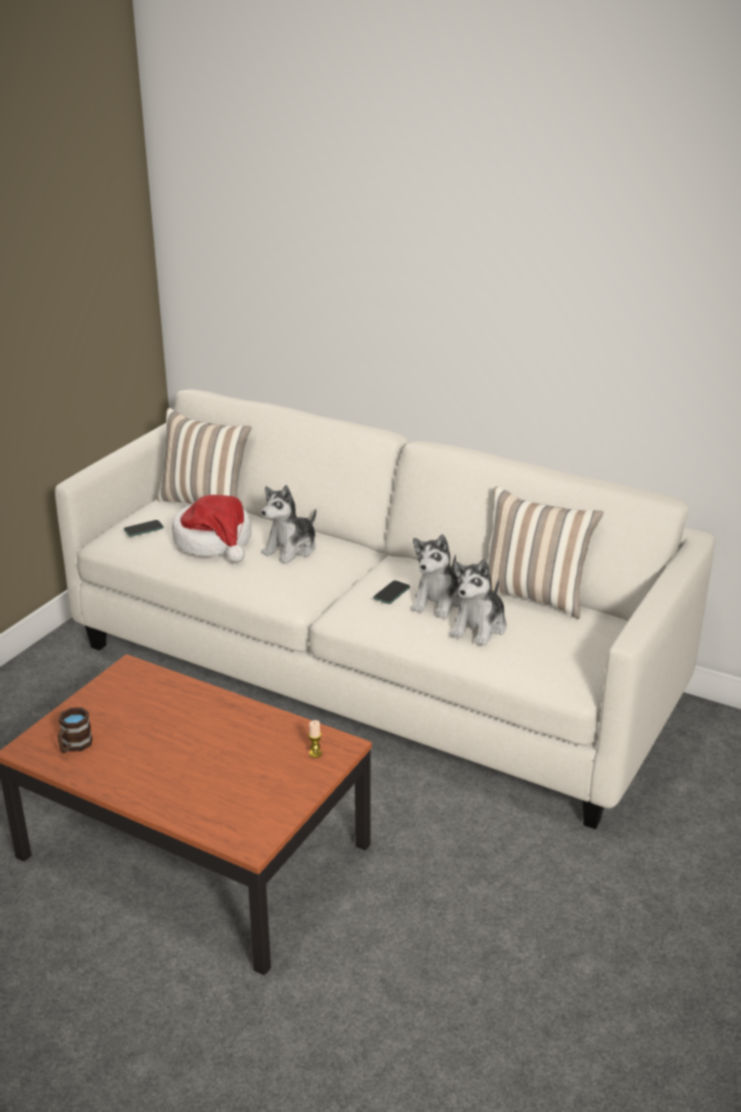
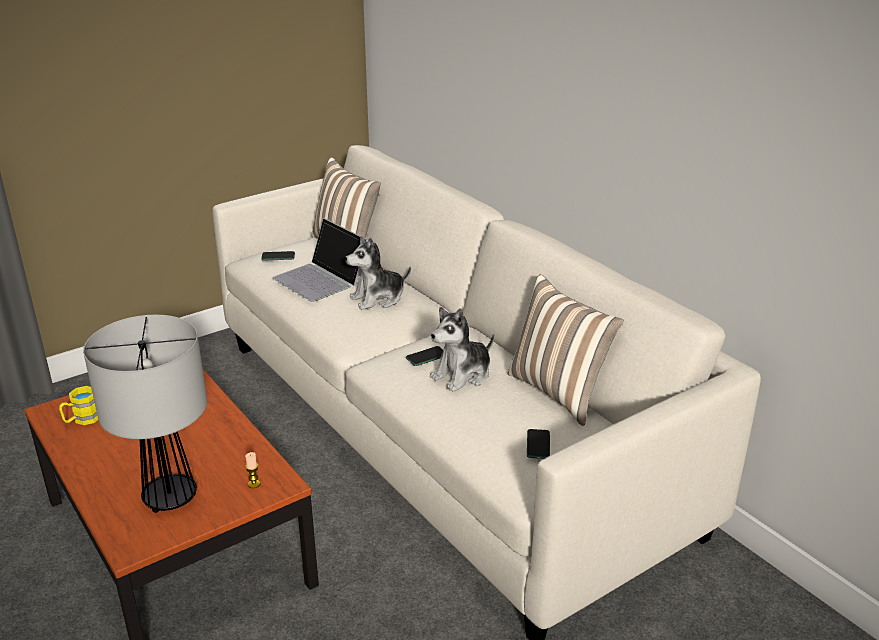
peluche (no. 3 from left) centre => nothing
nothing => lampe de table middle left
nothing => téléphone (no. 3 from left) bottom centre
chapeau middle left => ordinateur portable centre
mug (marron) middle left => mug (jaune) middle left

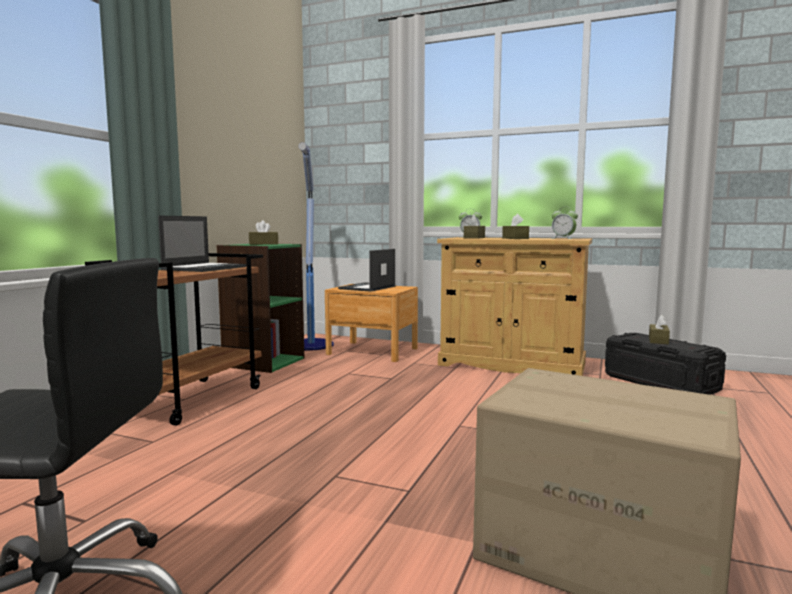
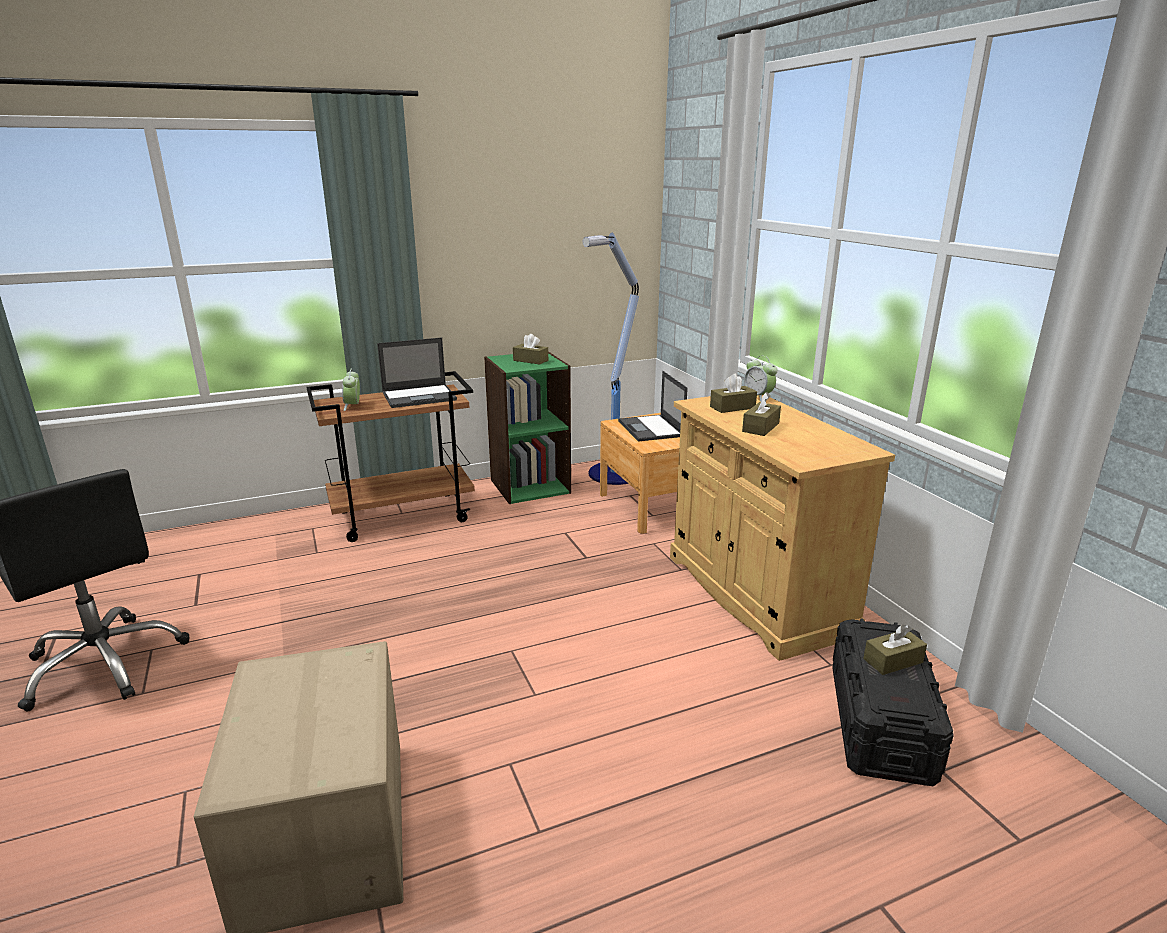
réveil (no. 2 from left in the first image) middle right => réveil (no. 1 from left) middle left, shifted
ordinateur portable (no. 2 from left) centre, 90 degrees counterclockwise

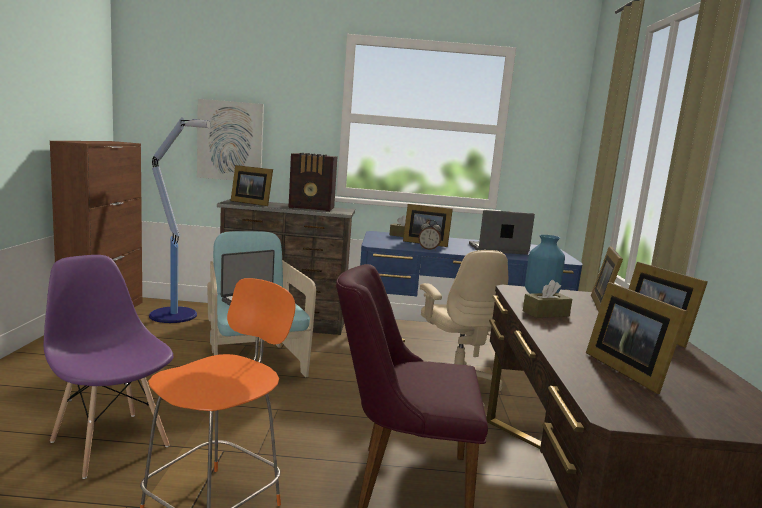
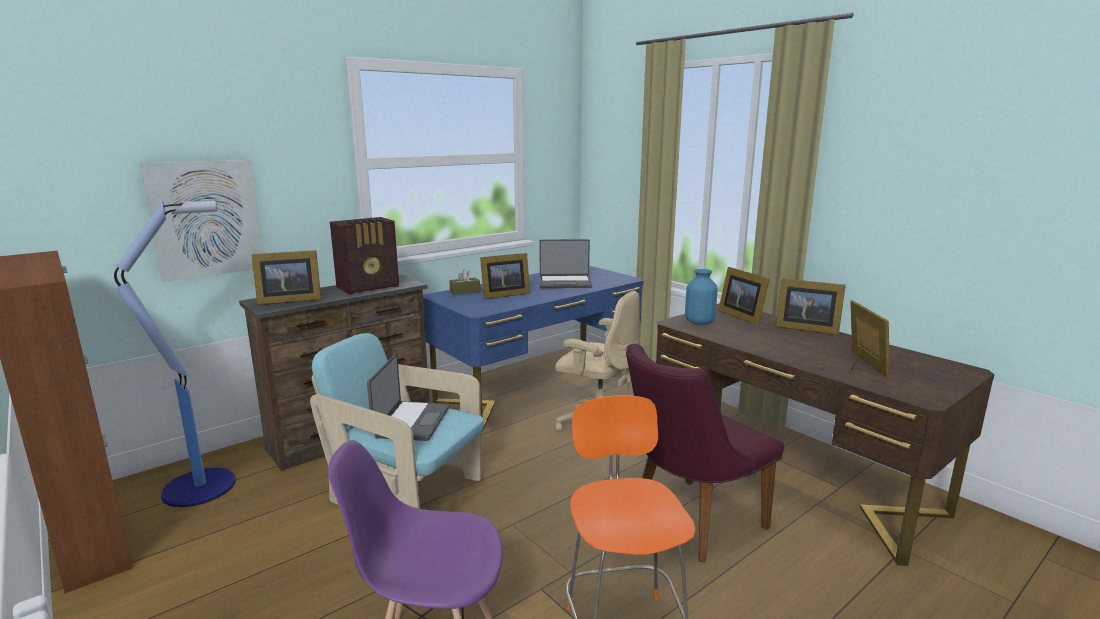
réveil centre => nothing
boîte à mouchoirs (marron) (no. 2 from left) middle right => nothing
ordinateur portable (no. 2 from left) centre, 135 degrees counterclockwise
cadre photo (no. 4 from left in the first image) middle right => cadre photo (no. 5 from left) middle right, 120 degrees counterclockwise

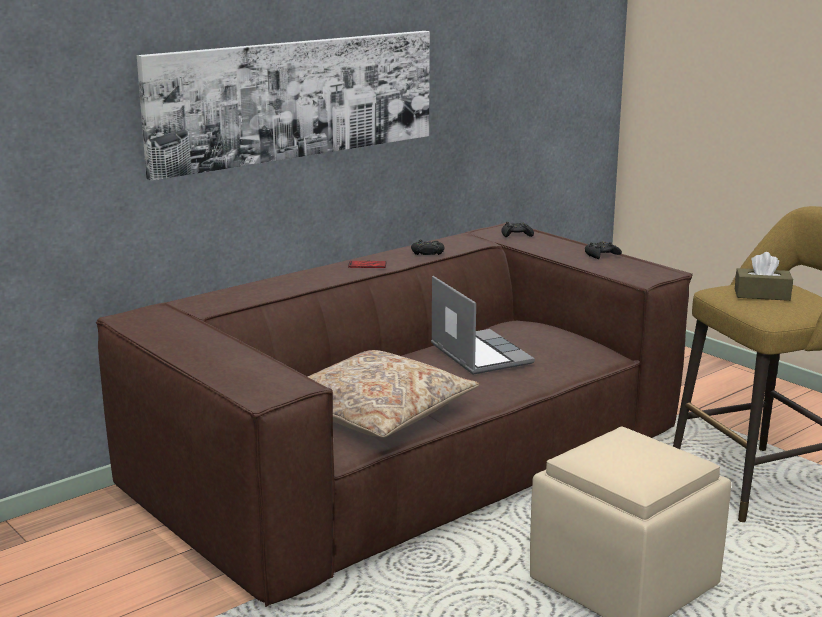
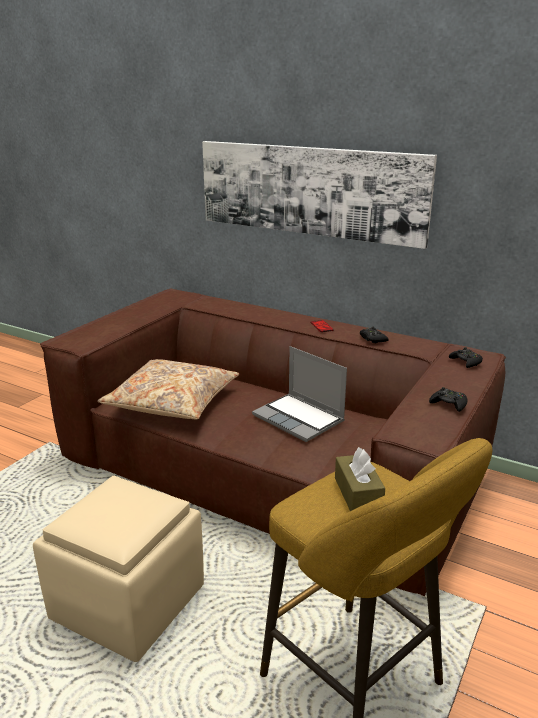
ordinateur portable centre, 90 degrees clockwise

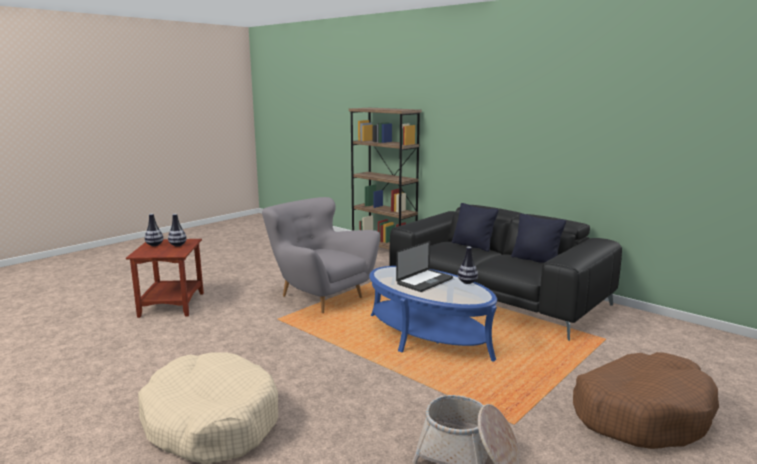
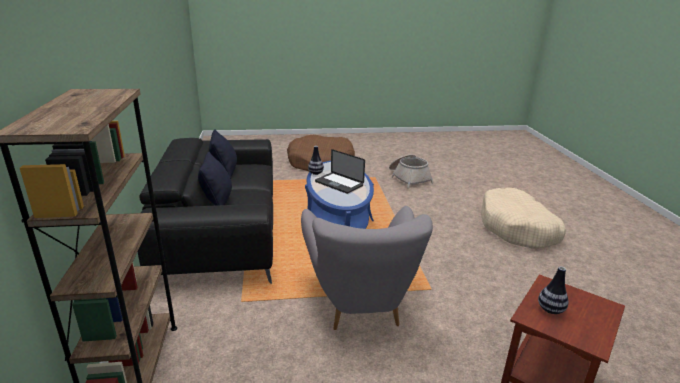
vase (no. 1 from left) middle left => nothing
ordinateur portable centre, 135 degrees counterclockwise

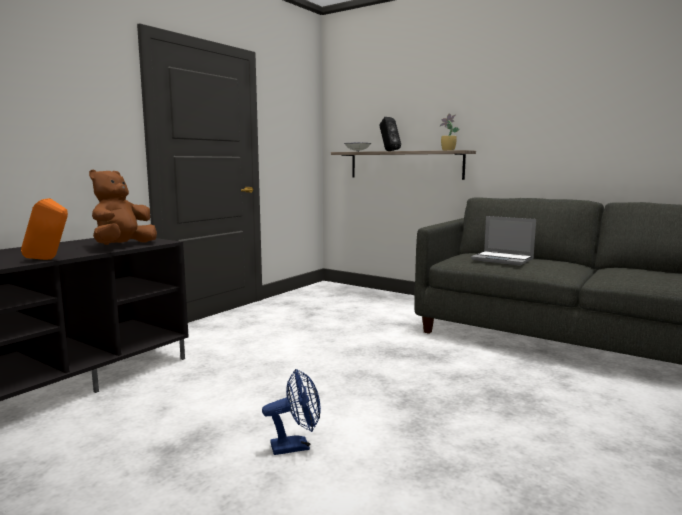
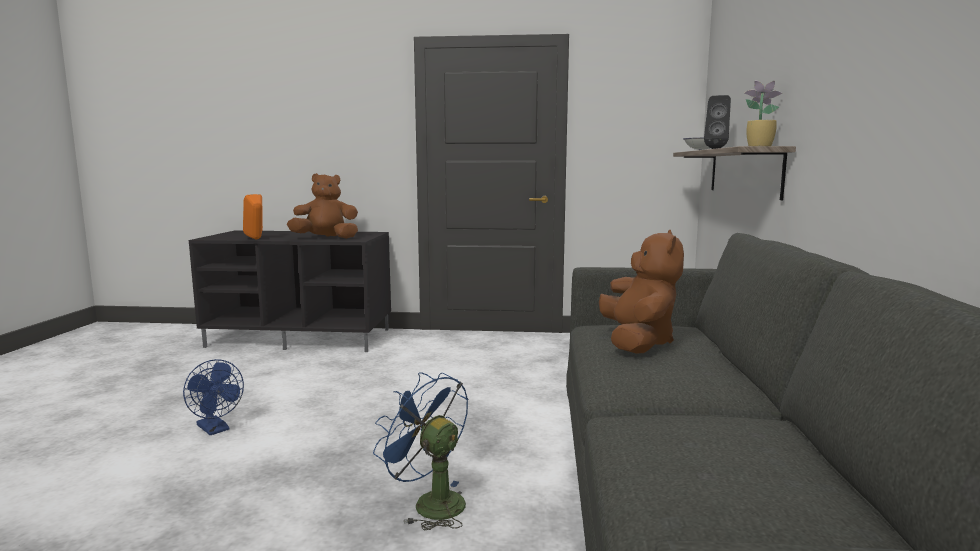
nothing => ventilateur (bleu) (no. 2 from left) bottom centre
ordinateur portable middle right => peluche (marron) (no. 2 from left) centre

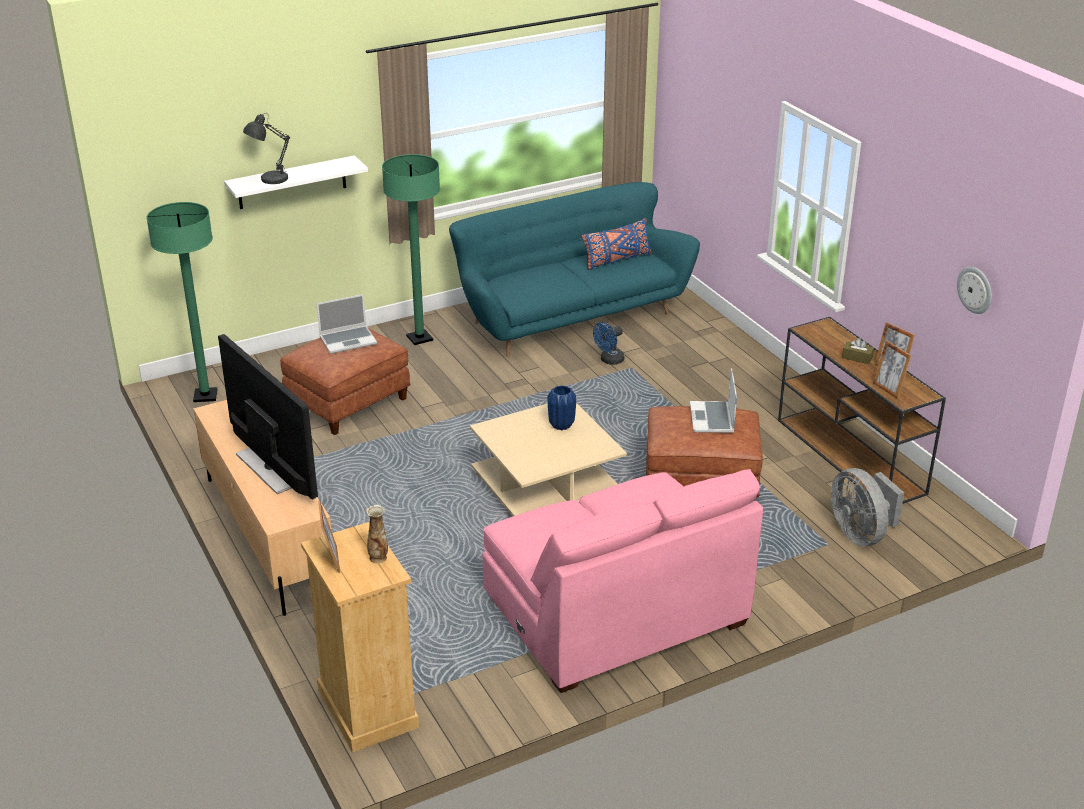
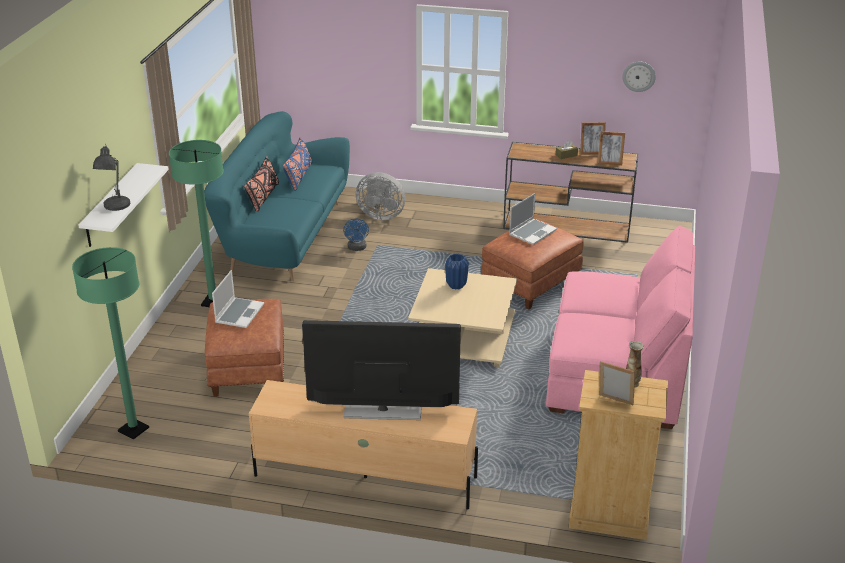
nothing => coussin (noir) top left
ventilateur (gris) middle right => ventilateur (gris) centre, shifted
ordinateur portable (no. 2 from left) centre, 90 degrees counterclockwise

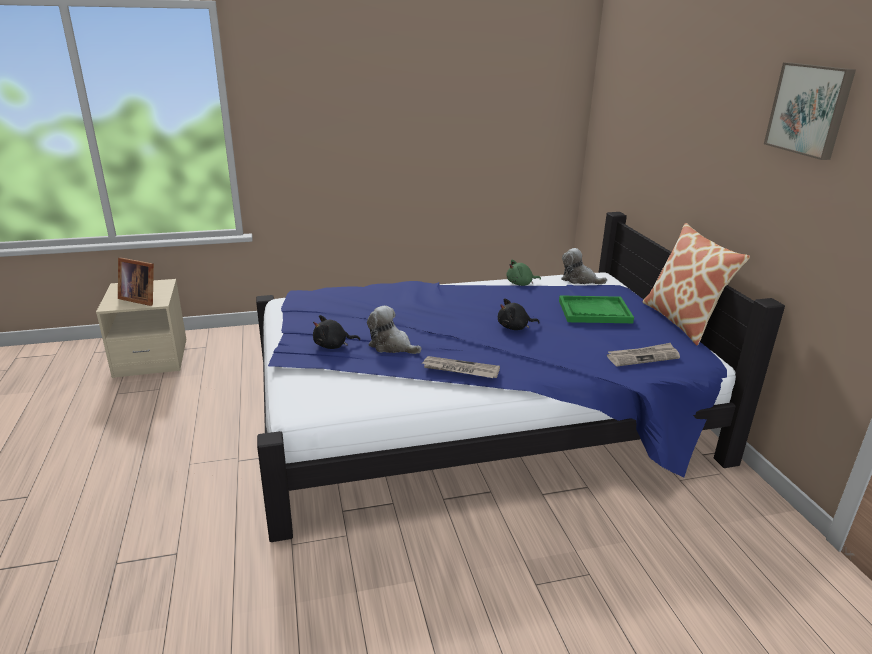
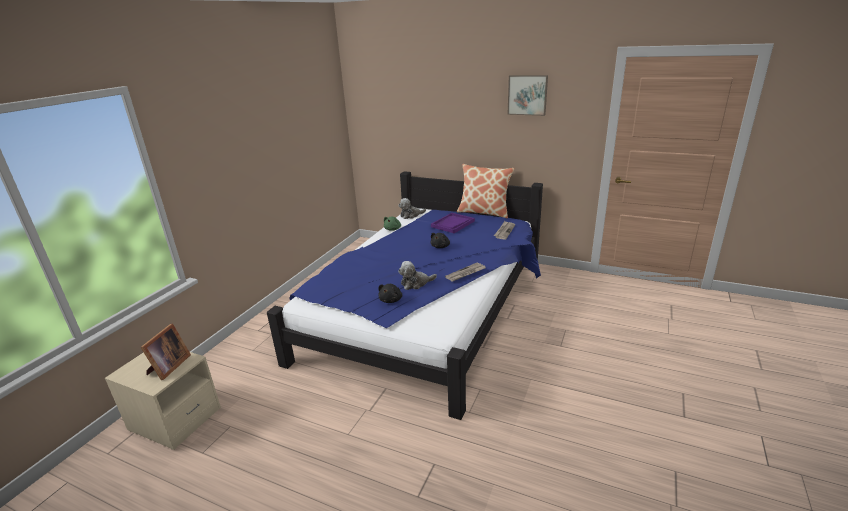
plateau (vert) middle right => plateau (violet) centre
cadre photo middle left => cadre photo bottom left, 45 degrees counterclockwise

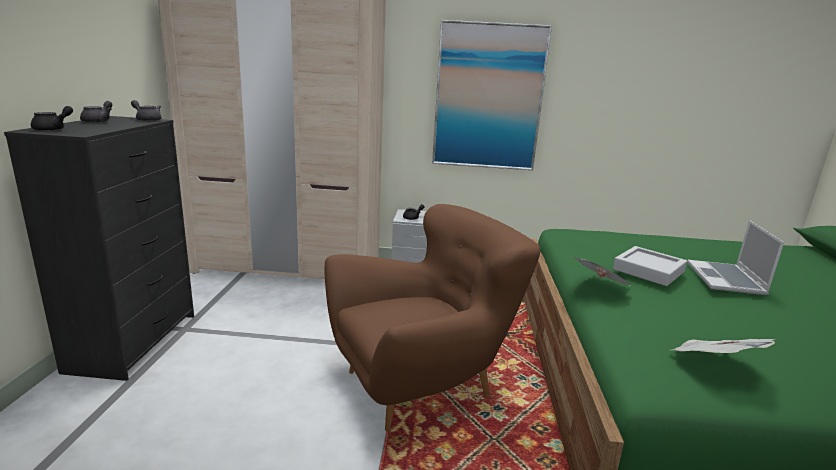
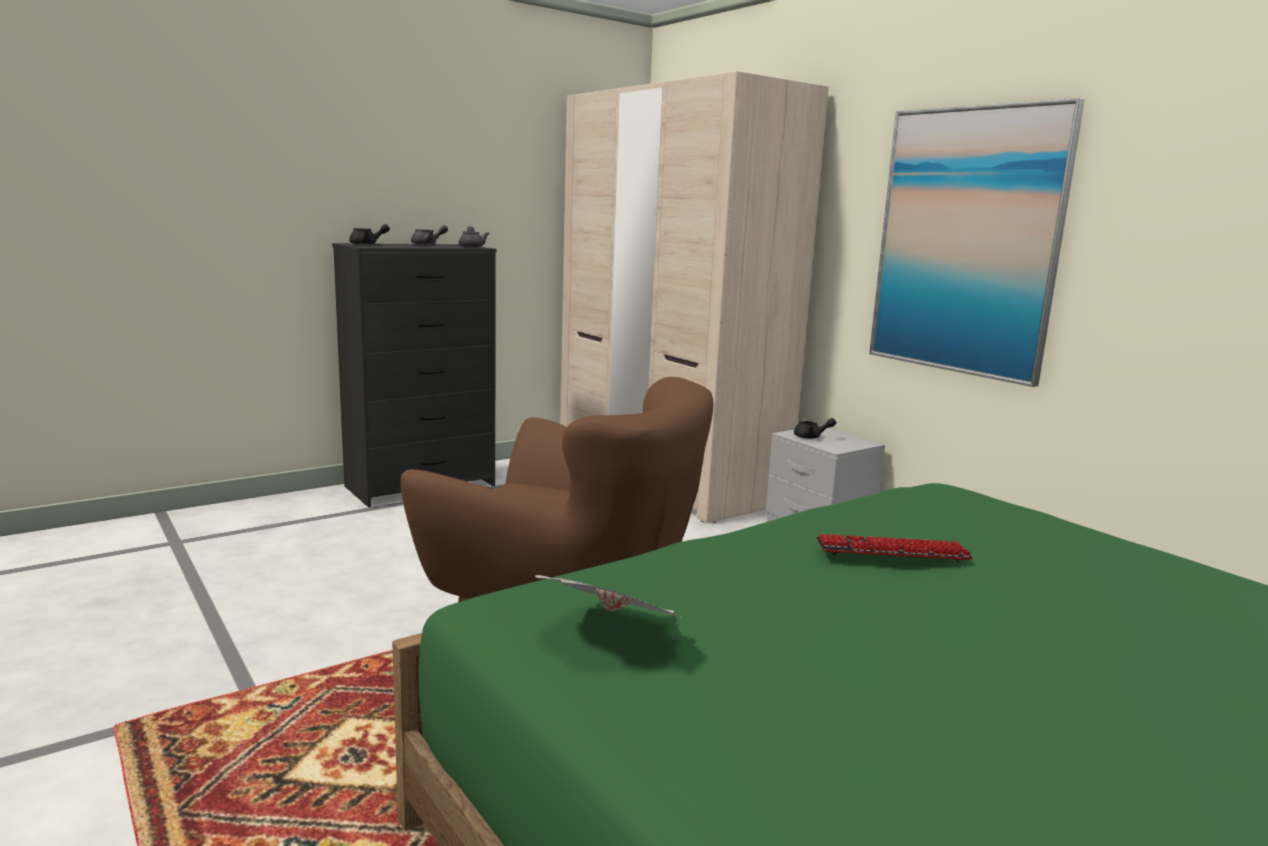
journal (no. 1 from left) middle right => nothing
ordinateur portable middle right => nothing
plateau (gris) middle right => clavier middle right

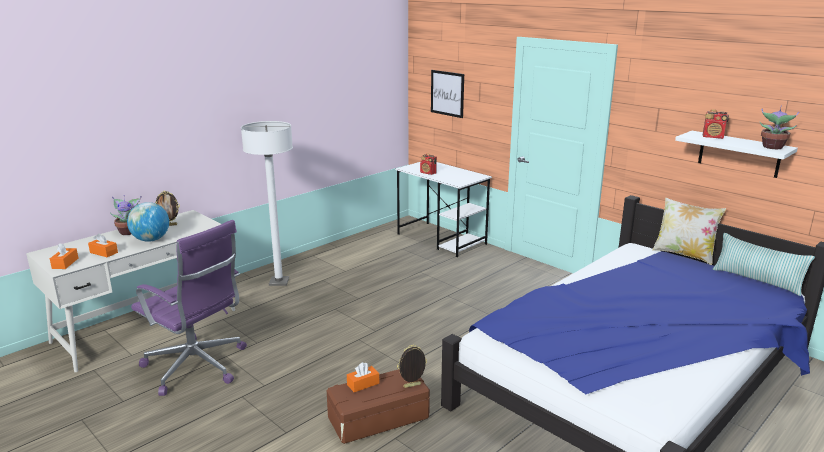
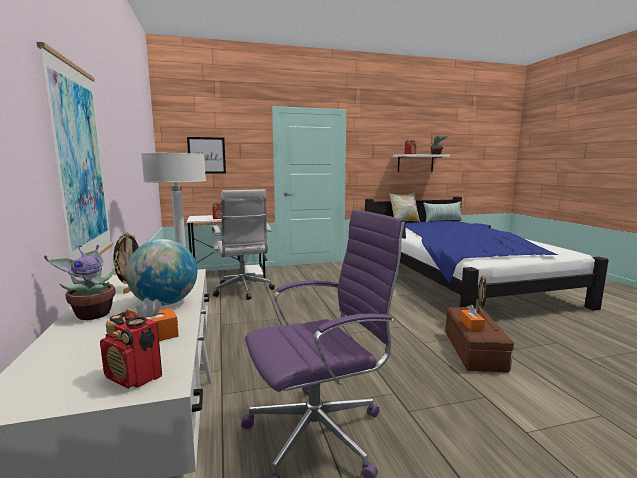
nothing => tableau (no. 1 from left) top left
nothing => chaise de bureau (blanc) centre
boîte à mouchoirs (orange) (no. 1 from left) middle left => radio (no. 1 from left) bottom left

